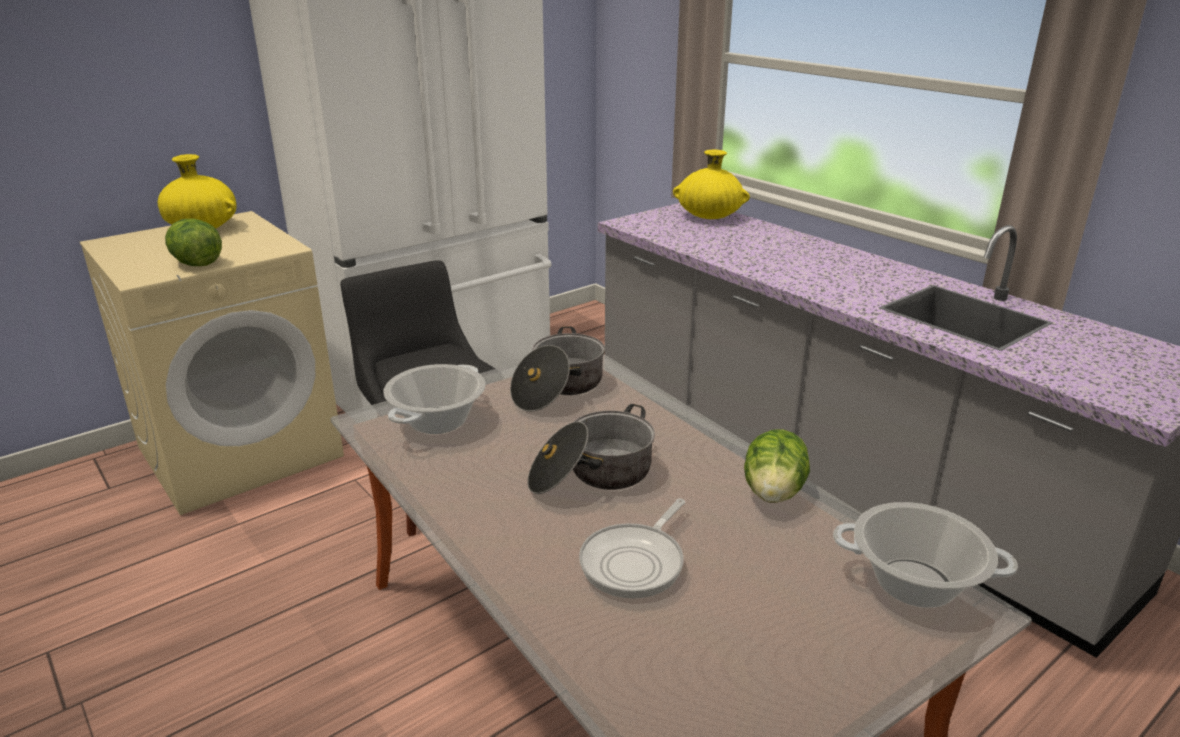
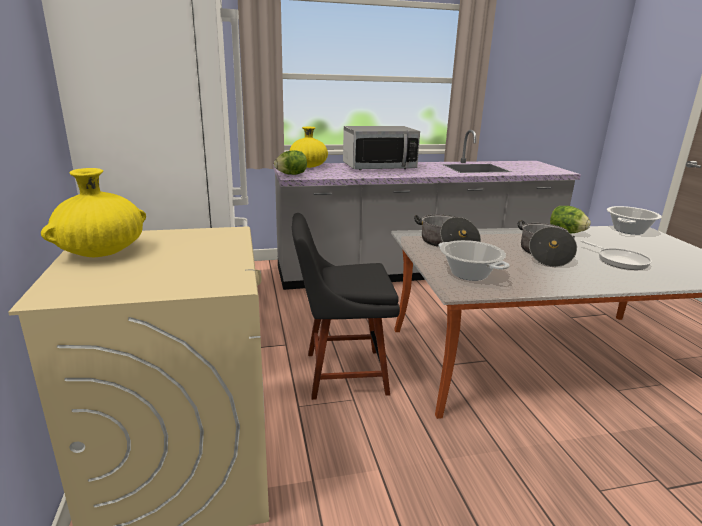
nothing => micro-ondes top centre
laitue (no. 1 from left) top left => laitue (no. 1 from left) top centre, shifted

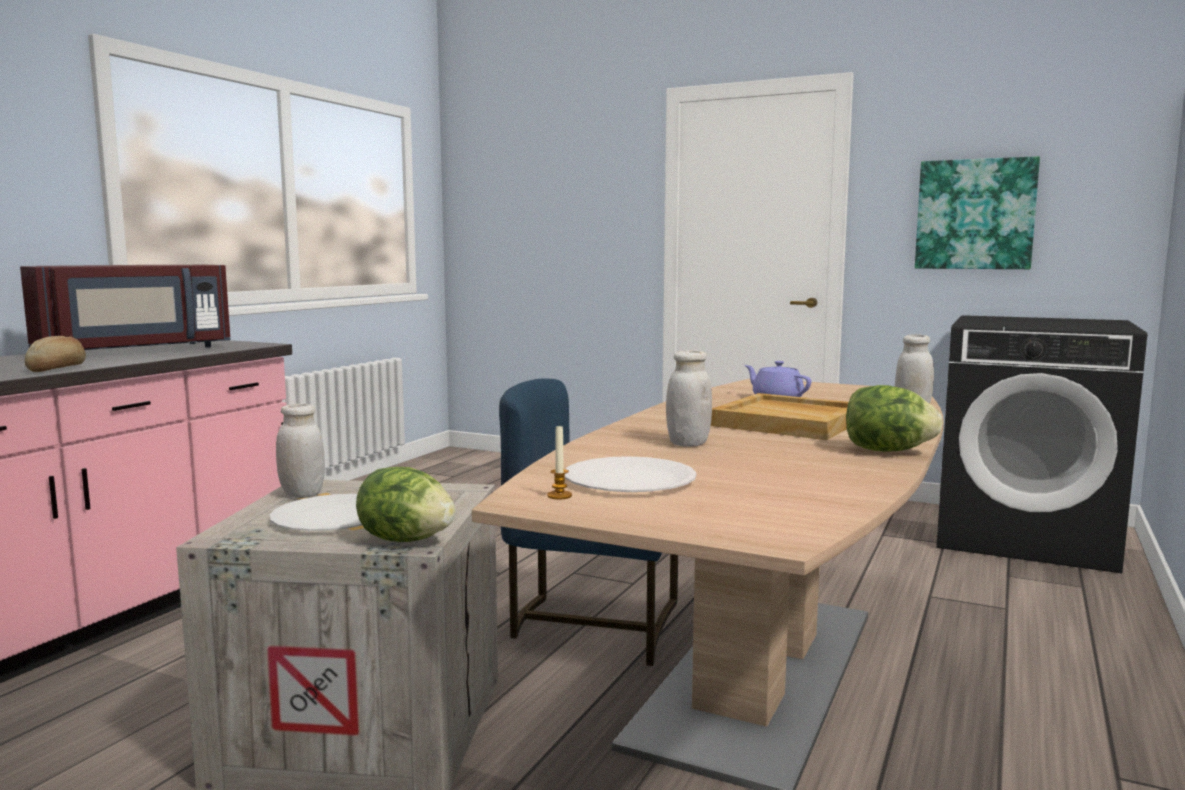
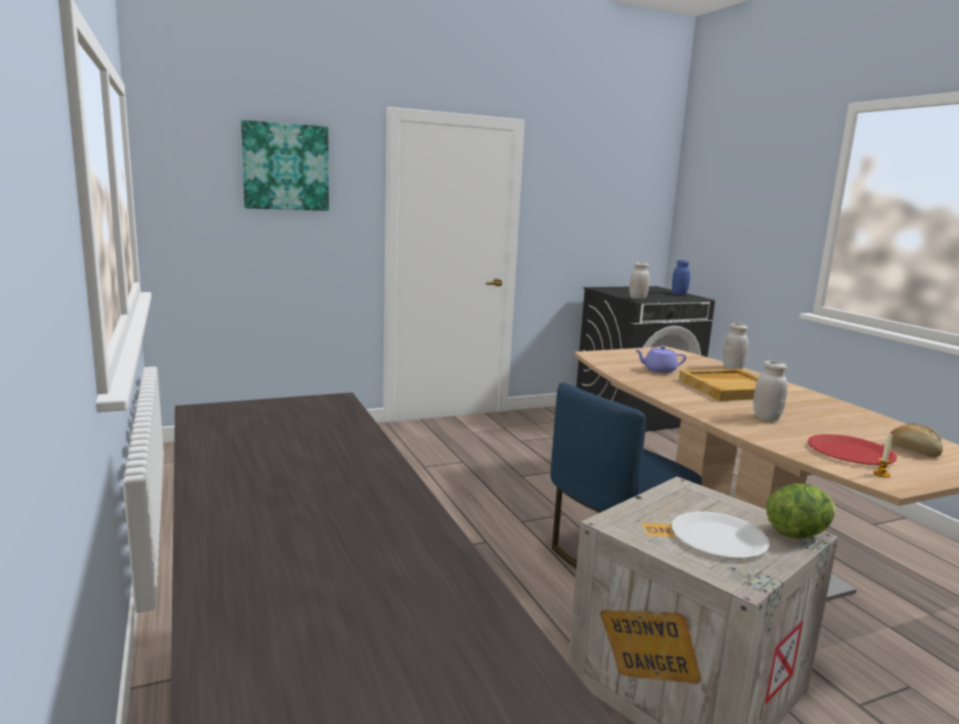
micro-ondes (rouge) middle left => nothing
laitue (no. 2 from left) middle right => nothing
nothing => bocal (bleu) middle right
pain middle left => pain middle right, shifted
bocal (blanc) (no. 1 from left) middle left => bocal (blanc) (no. 1 from left) centre, shifted
tableau top right => tableau top left, shifted
assiette (blanc) (no. 2 from left) centre => assiette (rouge) middle right

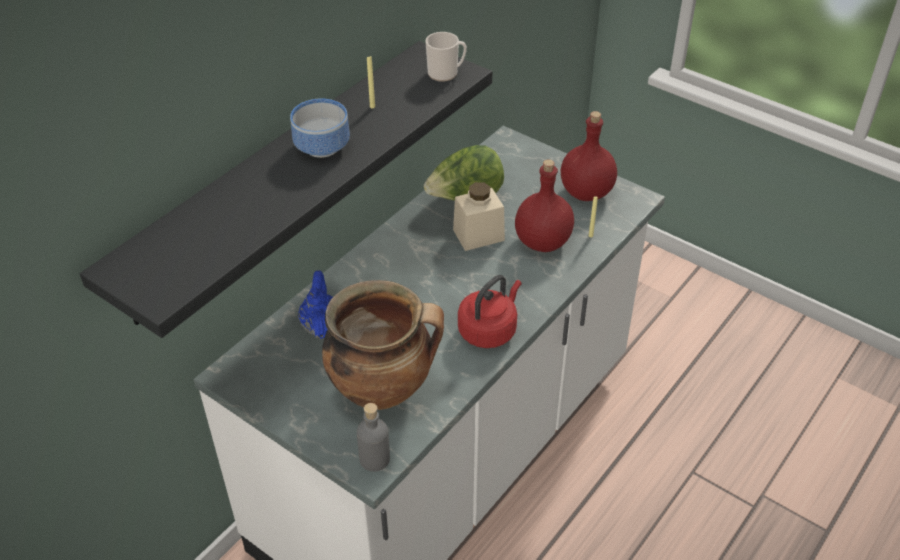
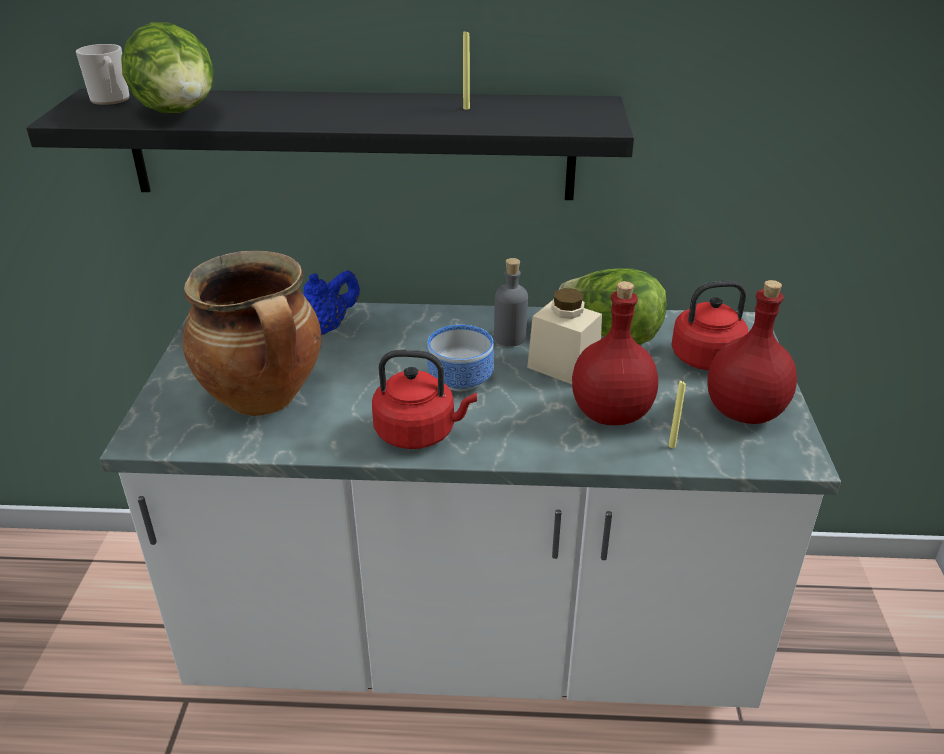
nothing => laitue (no. 1 from left) top left
nothing => bouilloire (rouge) (no. 2 from left) middle right
bol top centre => bol centre, shifted
bouteille (gris) bottom centre => bouteille (gris) centre, shifted
mug top centre => mug top left, shifted

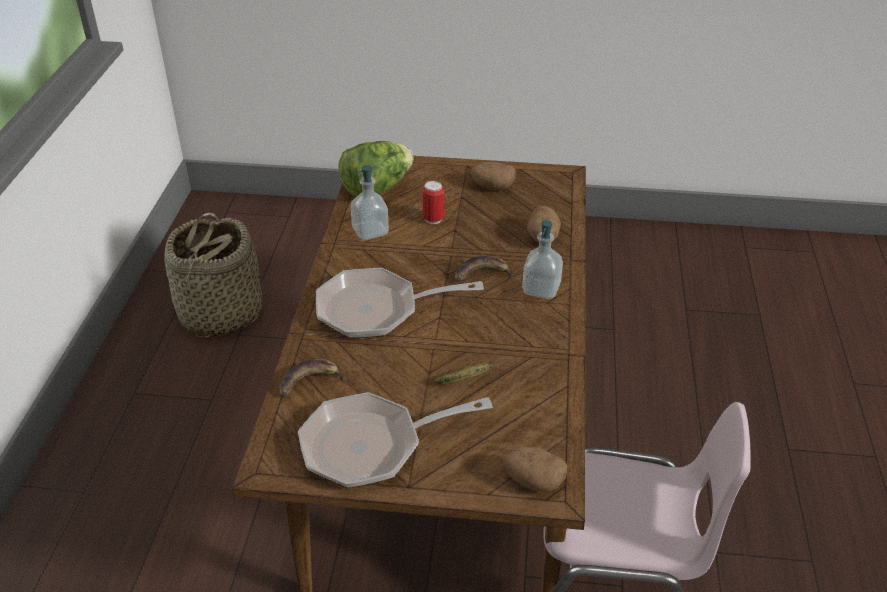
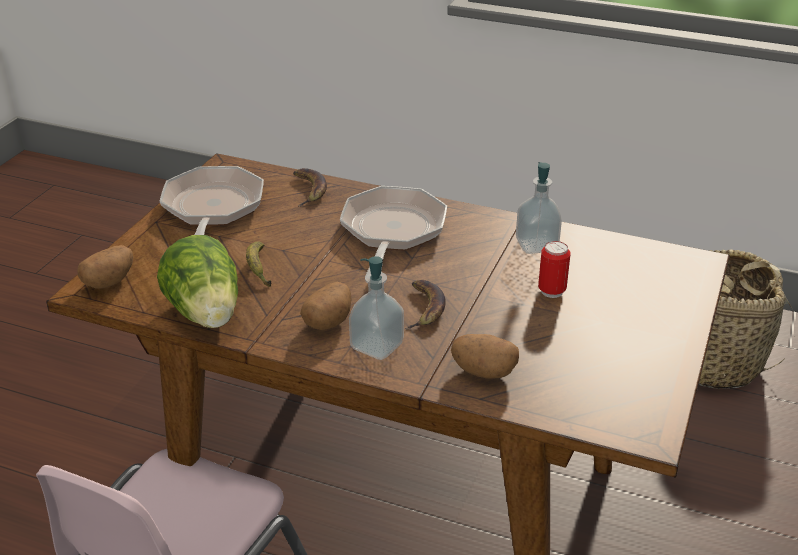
laitue top centre => laitue middle left, shifted
pomme de terre (no. 1 from left in the first image) top centre => pomme de terre (no. 2 from left) centre, shifted

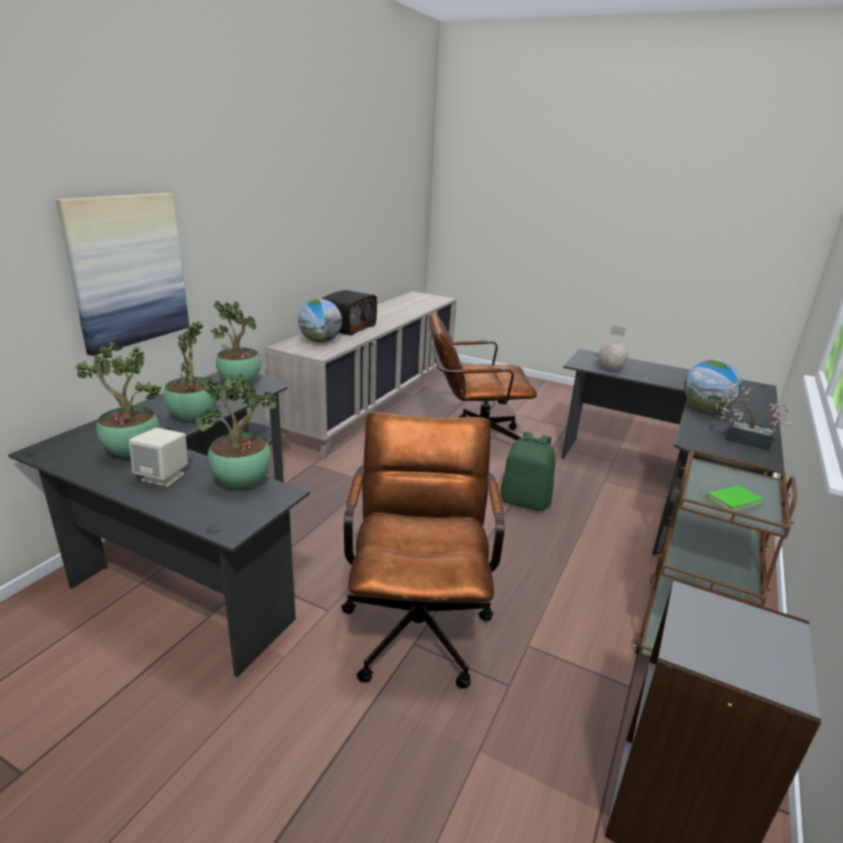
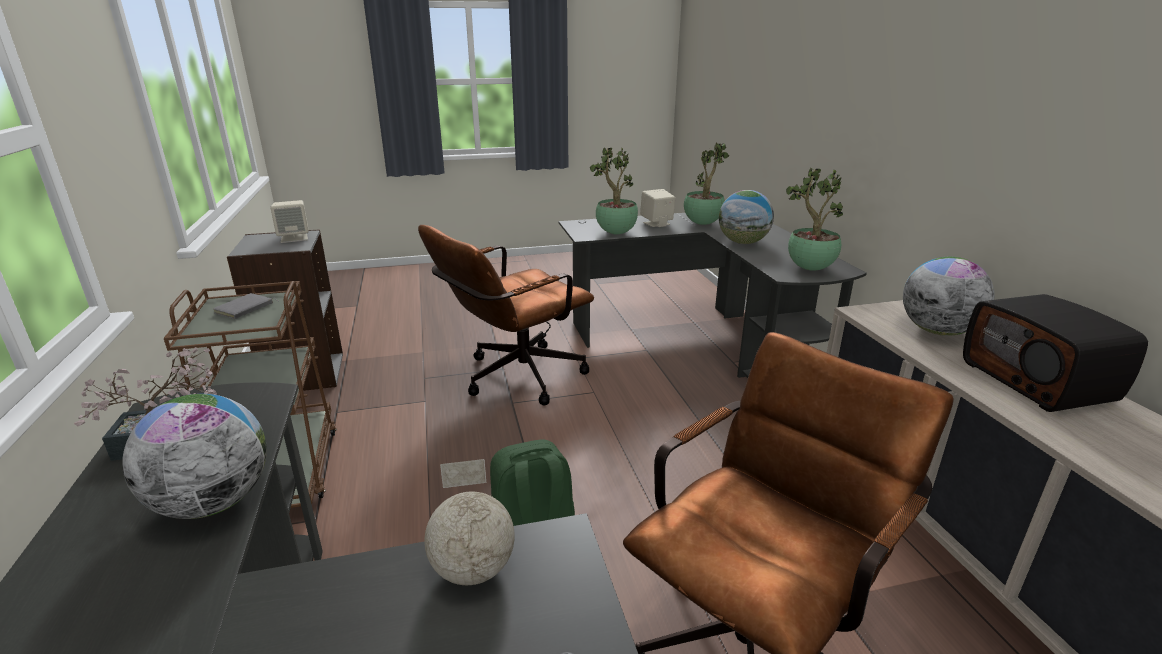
tableau top left => nothing
nothing => enceinte (beige) (no. 1 from left) middle left
plante en pot (no. 2 from left) middle left => globe (no. 3 from left) top centre
livre (vert) middle right => livre (gris) middle left
chaise de bureau (marron) (no. 1 from left) centre, 90 degrees clockwise

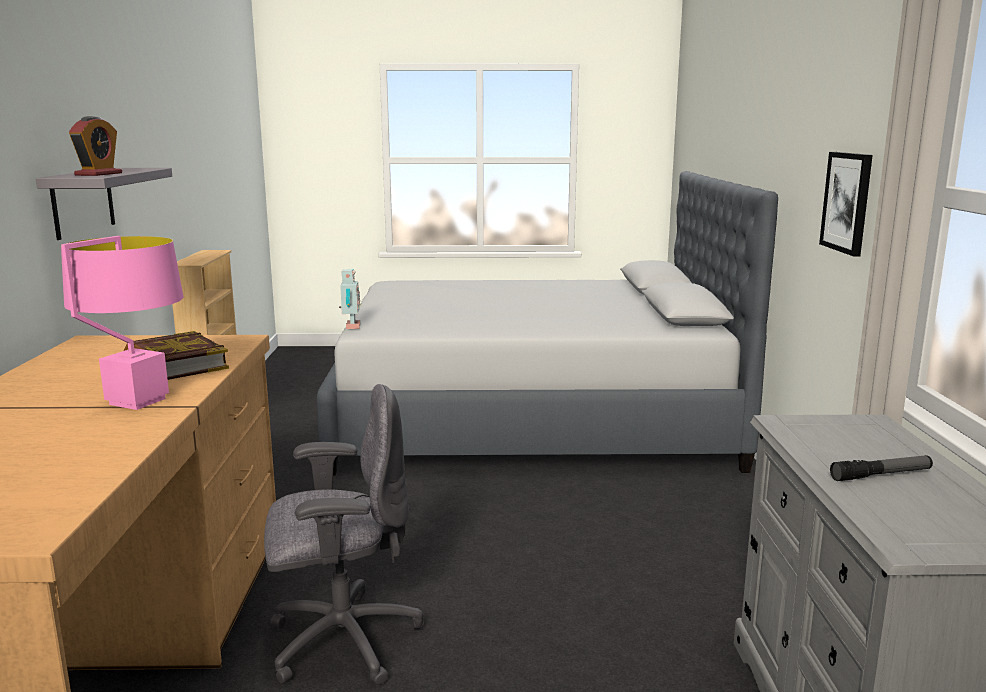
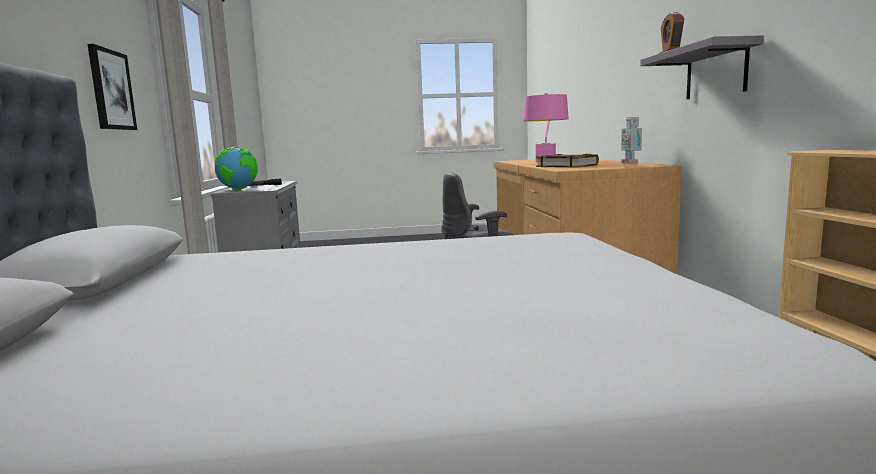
nothing => globe middle left
robot jouet centre => robot jouet top right, shifted

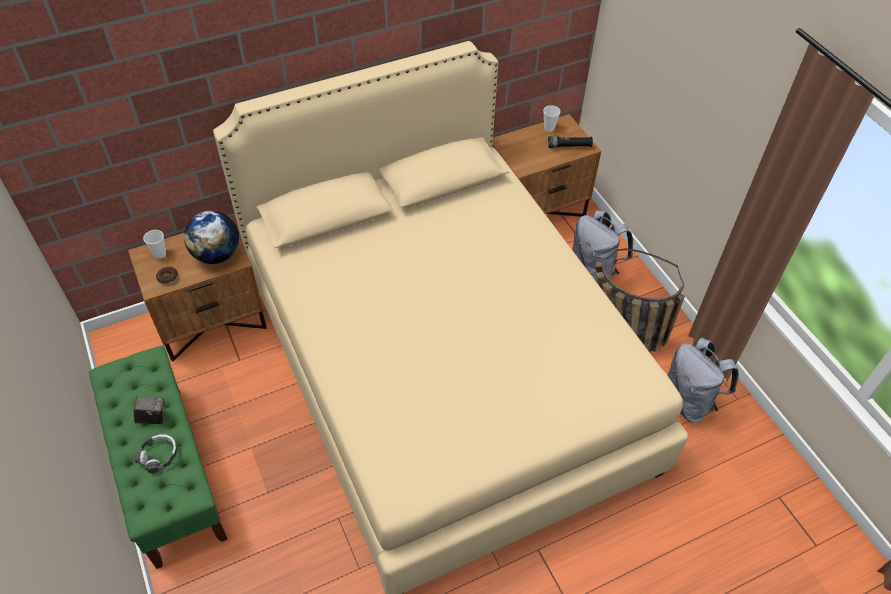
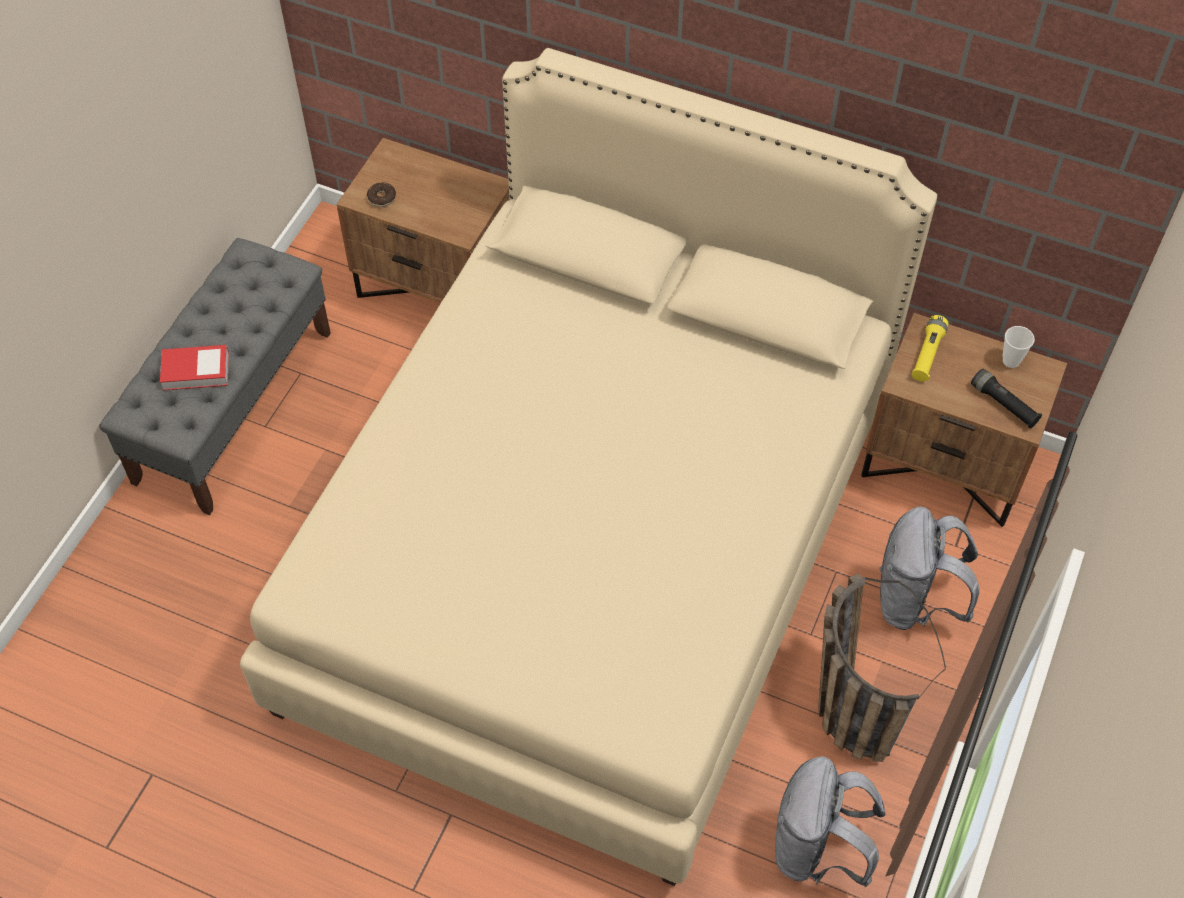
appareil photo bottom left => nothing
tasse (no. 1 from left) middle left => nothing
globe middle left => nothing
nothing => lampe de poche (jaune) middle right
casque audio bottom left => livre middle left
banc (vert) bottom left => banc (gris) middle left

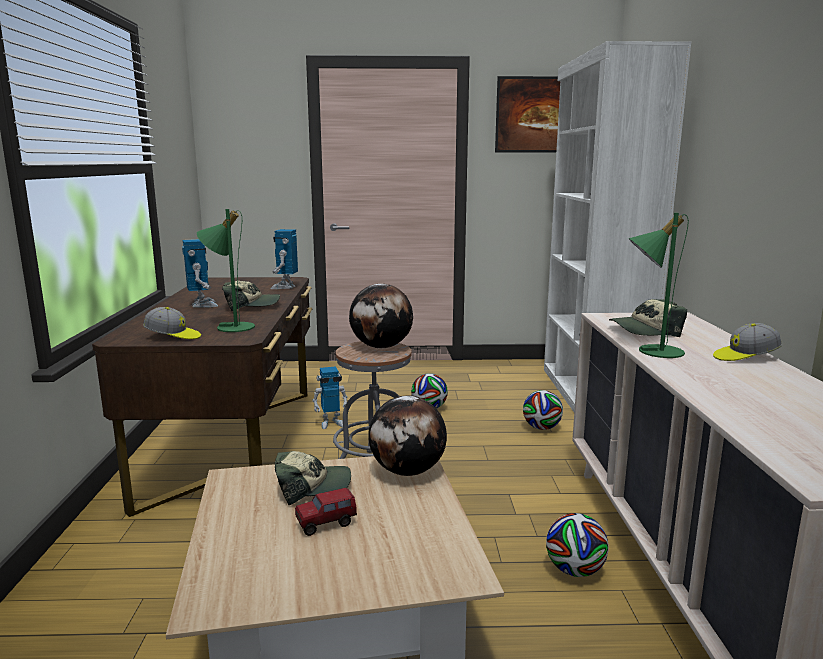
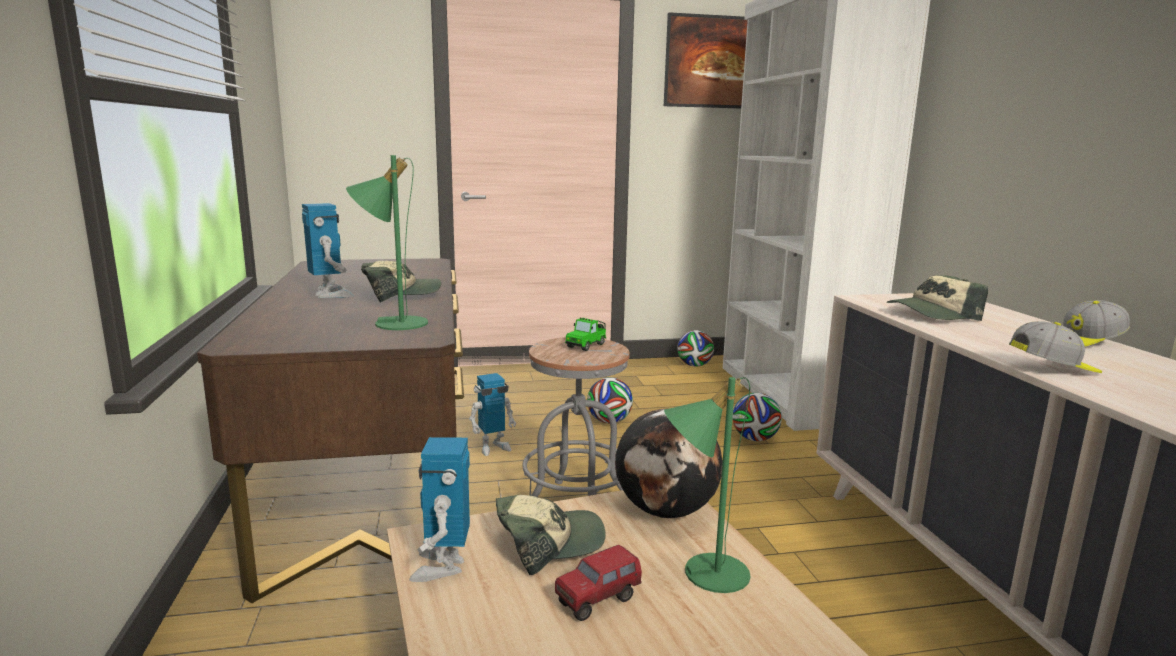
casquette (no. 1 from left in the first image) middle left => casquette (no. 4 from left) middle right, shifted
robot jouet (no. 2 from left) centre => robot jouet (no. 2 from left) bottom centre, shifted
ballon de foot (no. 3 from left in the first image) bottom right => ballon de foot (no. 2 from left) centre, shifted
lampe de table (vert) (no. 2 from left) middle right => lampe de table (vert) (no. 2 from left) bottom centre, shifted
globe (no. 1 from left) centre => petite voiture centre

